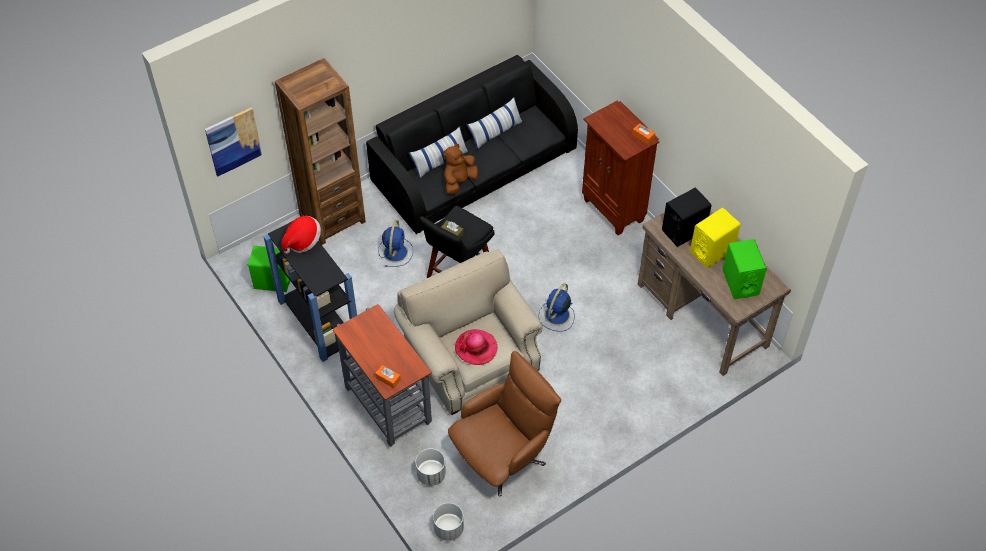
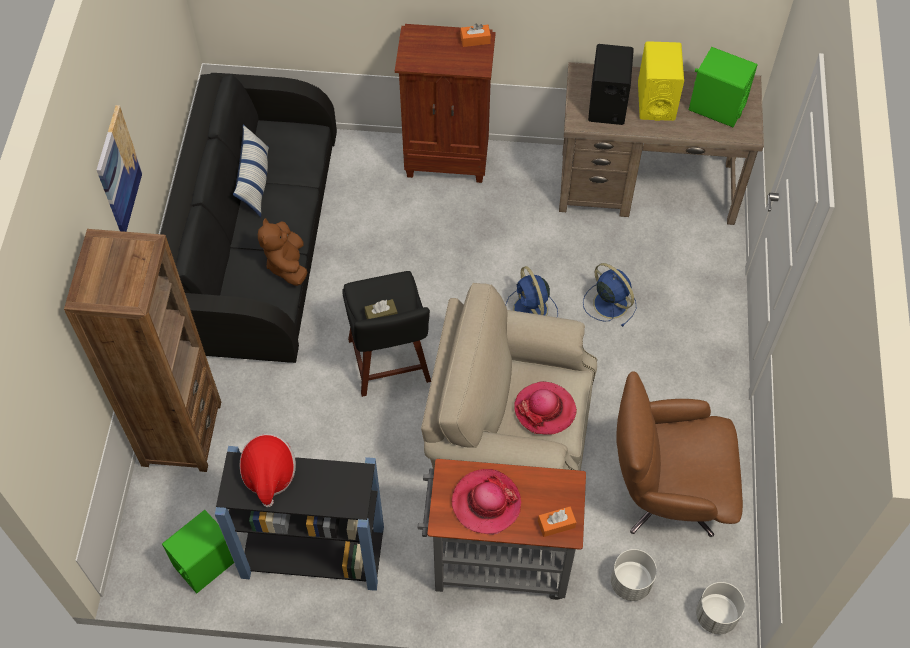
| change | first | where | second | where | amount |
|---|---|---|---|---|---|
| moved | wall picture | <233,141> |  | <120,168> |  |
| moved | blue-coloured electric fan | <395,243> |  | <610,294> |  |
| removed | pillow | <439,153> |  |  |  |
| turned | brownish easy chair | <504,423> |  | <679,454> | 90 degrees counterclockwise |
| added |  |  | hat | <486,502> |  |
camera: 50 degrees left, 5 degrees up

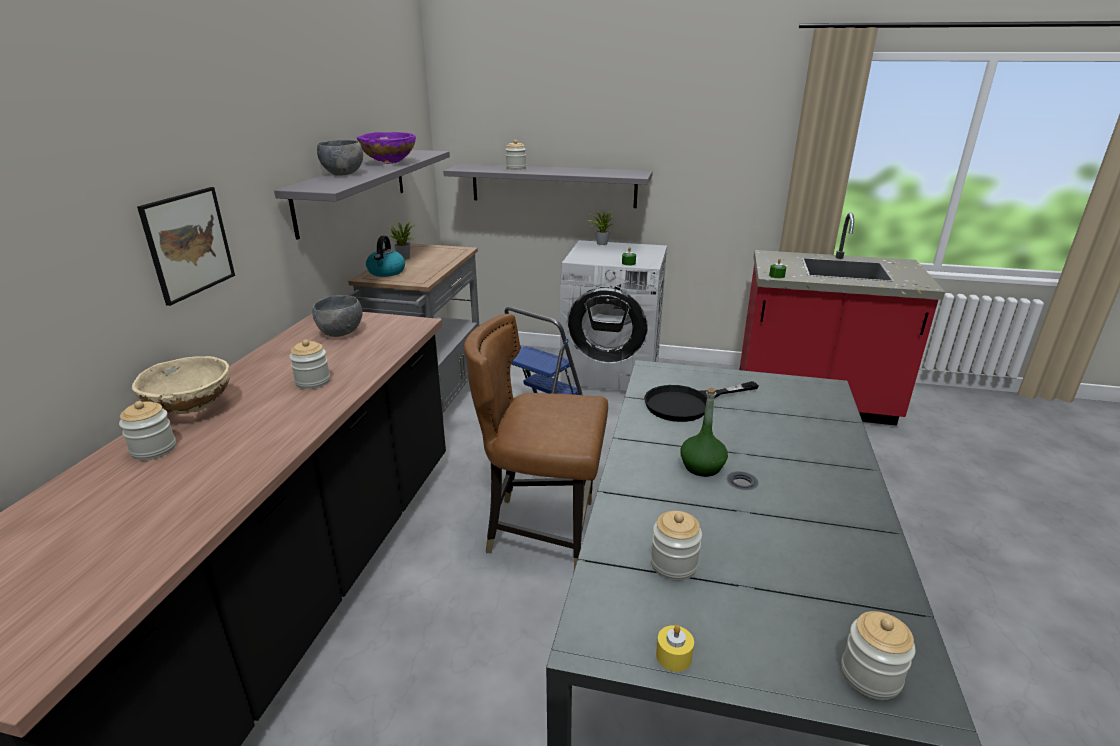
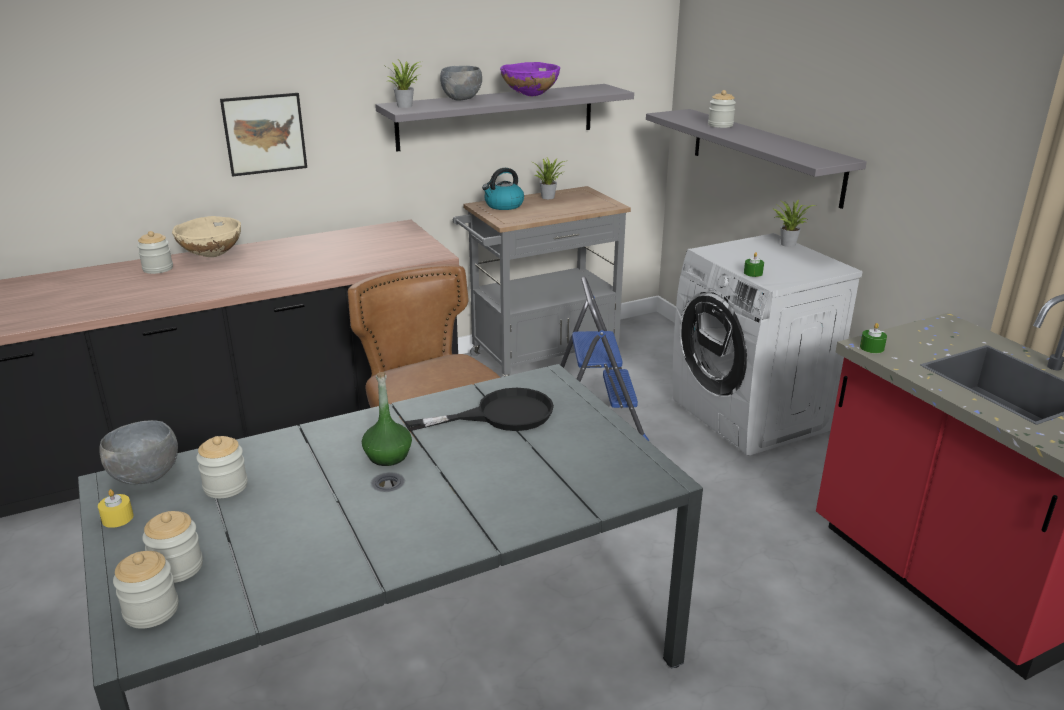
| change | first | where | second | where | amount |
|---|---|---|---|---|---|
| moved | storage jar | <309,364> |  | <172,547> |  |
| moved | grey bowl | <337,316> |  | <138,452> |  |
| turned | blackish skillet | <701,401> |  | <479,409> | 135 degrees clockwise |
| added |  |  | houseplant | <401,84> |  |
camera: 50 degrees right, 0 degrees up

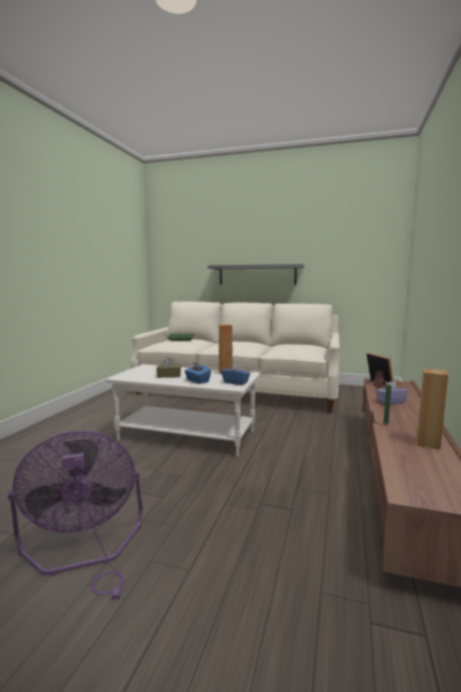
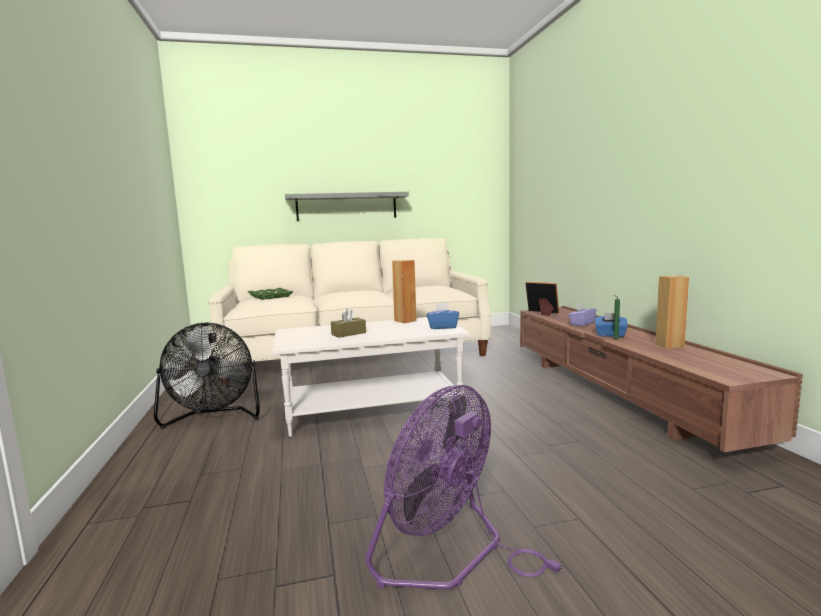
| change | first | where | second | where | amount |
|---|---|---|---|---|---|
| moved | blue-coloured box of tissues | <198,373> |  | <611,324> |  |
| added |  |  | blackish electric fan | <207,376> |  |
camera: 30 degrees left, 0 degrees up

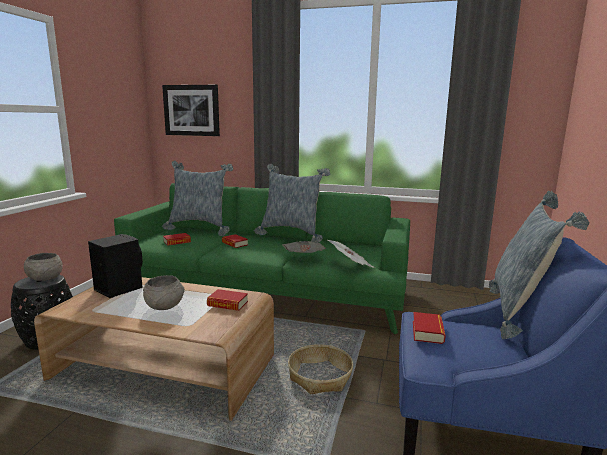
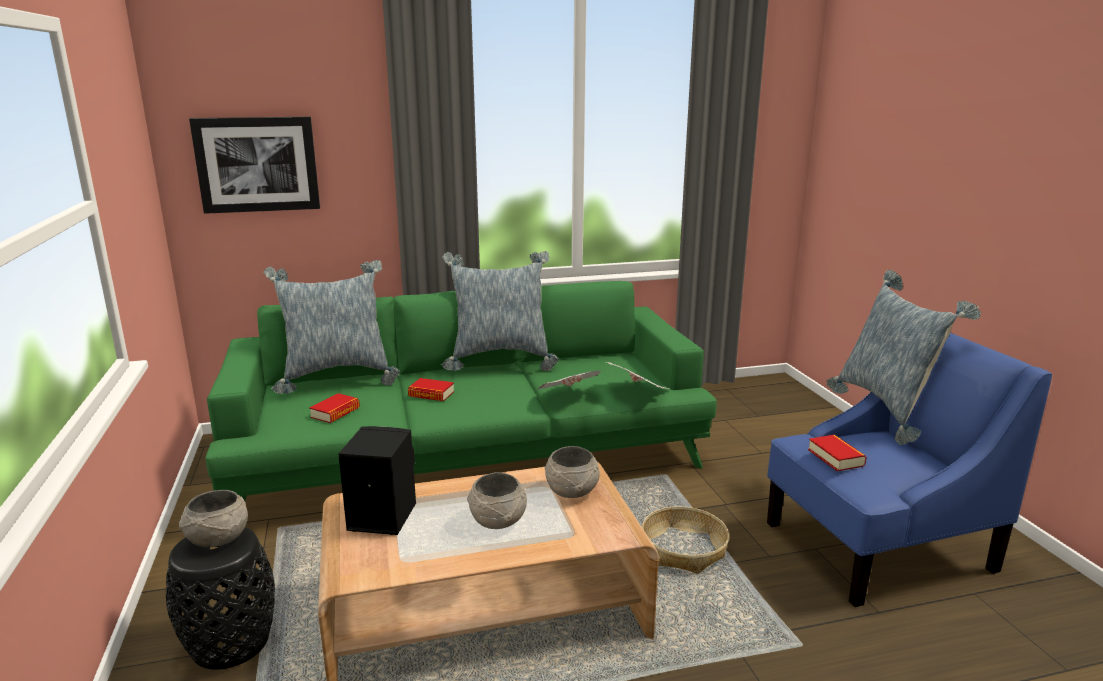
| change | first | where | second | where | amount |
|---|---|---|---|---|---|
| replaced | volume | <227,300> | grey bowl | <572,472> |  |
camera: 30 degrees left, 5 degrees up

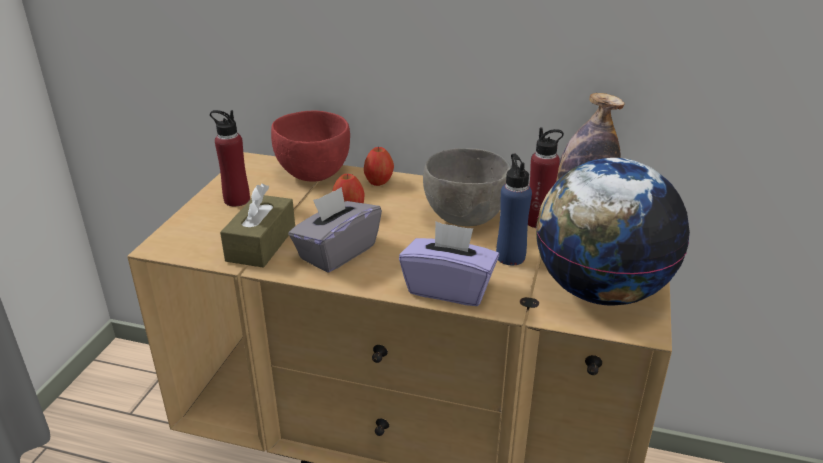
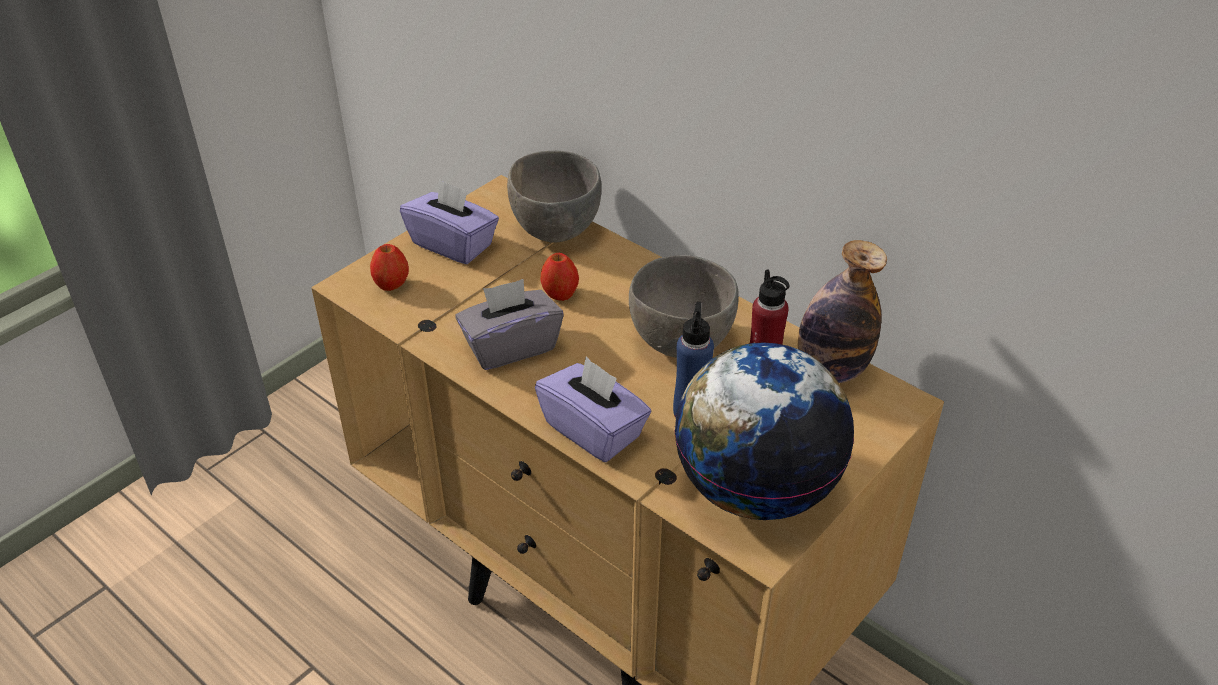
| change | first | where | second | where | amount |
|---|---|---|---|---|---|
| replaced | red beverage bottle | <230,158> | purple box of tissues | <449,221> |  |
| removed | brownish box of tissues | <257,225> |  |  |  |
| recoloured | red bowl | <310,146> | grey bowl | <554,197> |  |
| moved | apple | <379,166> |  | <389,267> |  |
camera: 25 degrees right, 10 degrees up

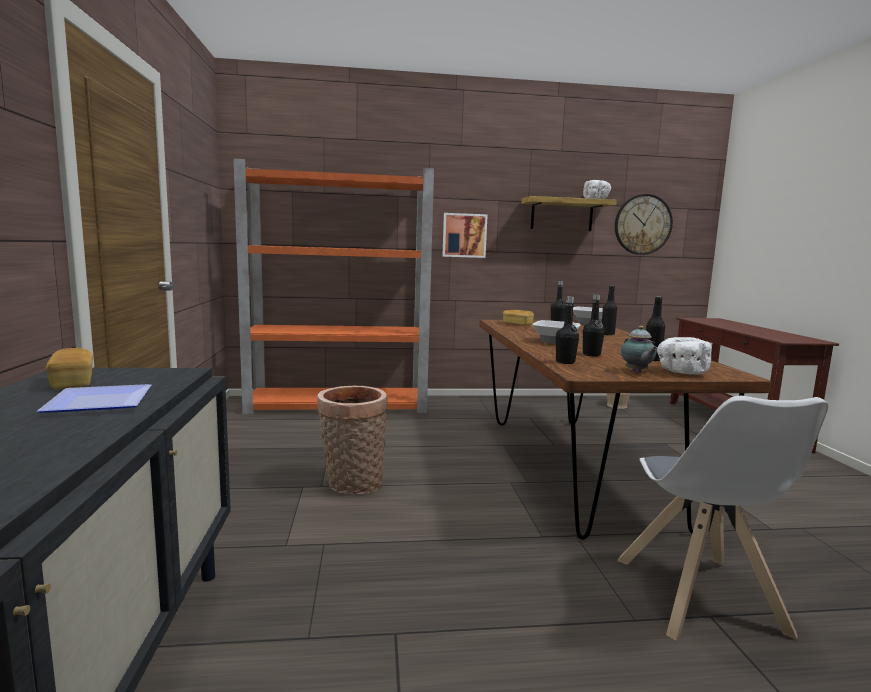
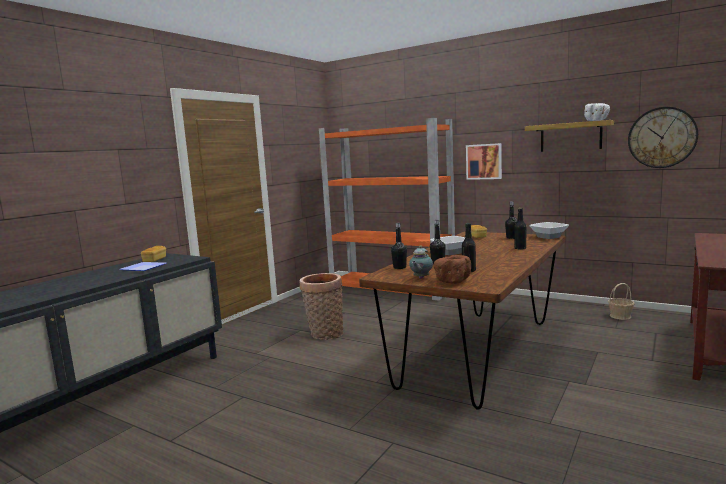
| change | first | where | second | where | amount |
|---|---|---|---|---|---|
| removed | plain chair | <722,518> |  |  |  |
| recoloured | whitish bowl | <684,355> | brownish bowl | <452,269> |  |
camera: 40 degrees right, 0 degrees up

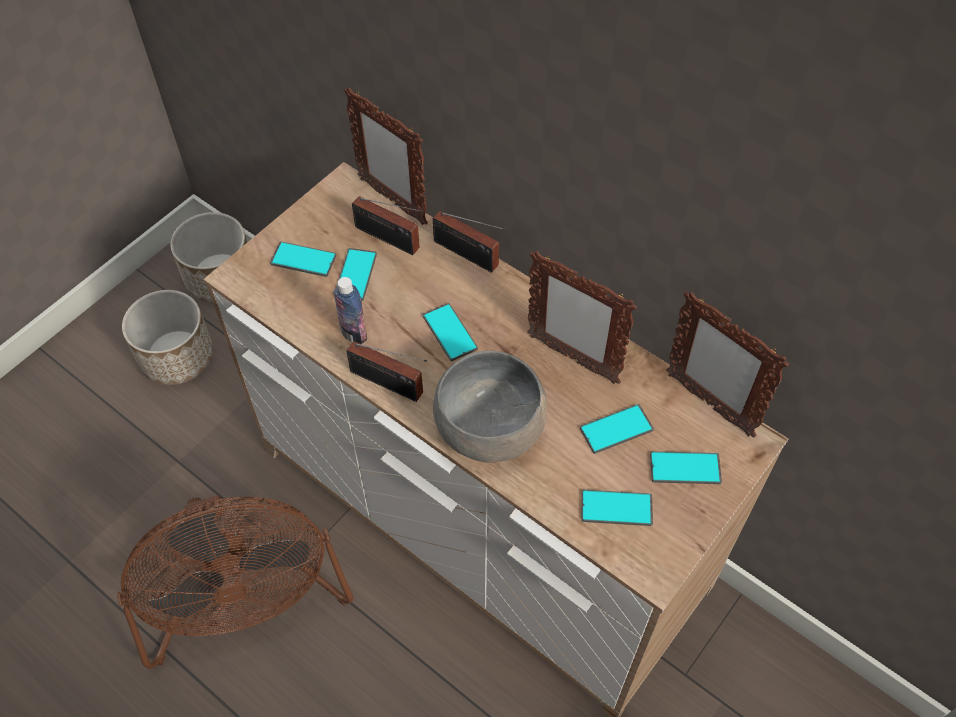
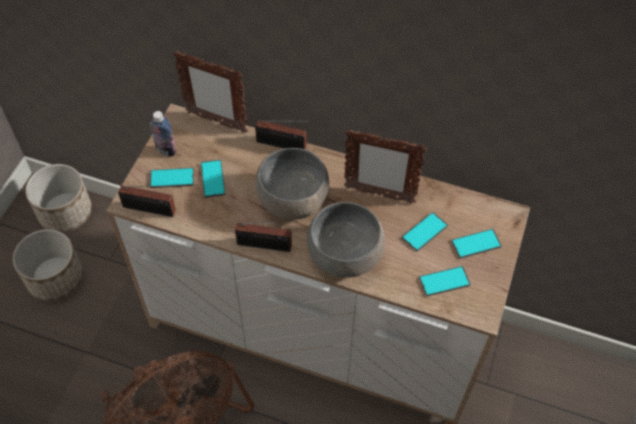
| change | first | where | second | where | amount |
|---|---|---|---|---|---|
| moved | beverage bottle | <350,310> |  | <163,134> |  |
| moved | radio | <387,225> |  | <147,201> |  |
| replaced | telephone | <450,332> | grey bowl | <292,184> |  |
| removed | photo frame | <727,365> |  |  |  |
camera: 20 degrees left, 0 degrees up

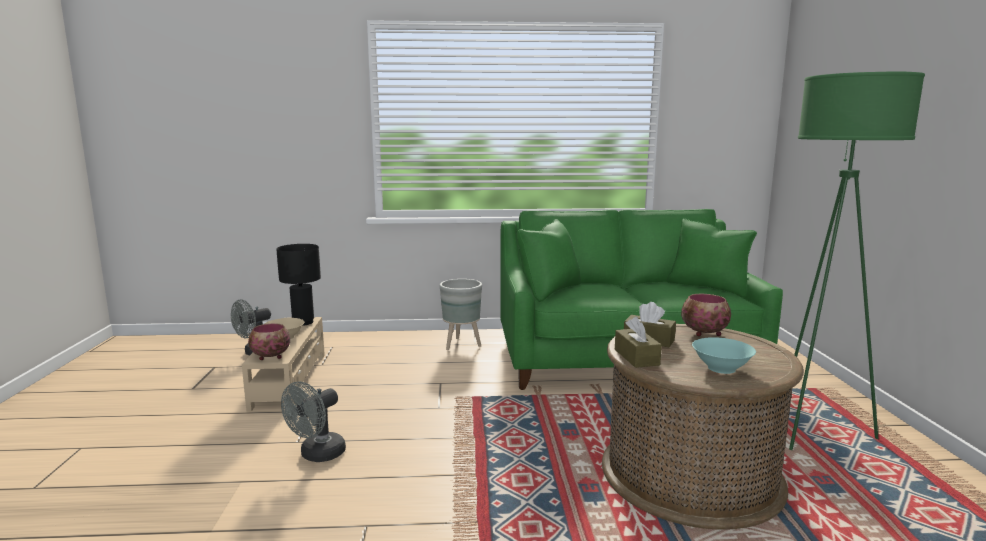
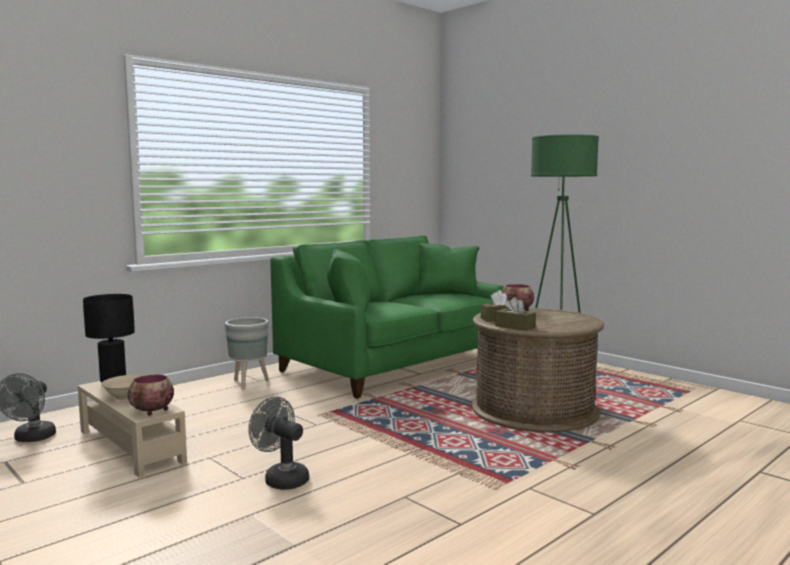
| change | first | where | second | where | amount |
|---|---|---|---|---|---|
| turned | grey electric fan | <313,421> |  | <278,443> | 135 degrees clockwise |
| removed | turquoise bowl | <724,355> |  |  |  |
camera: 40 degrees left, 5 degrees down

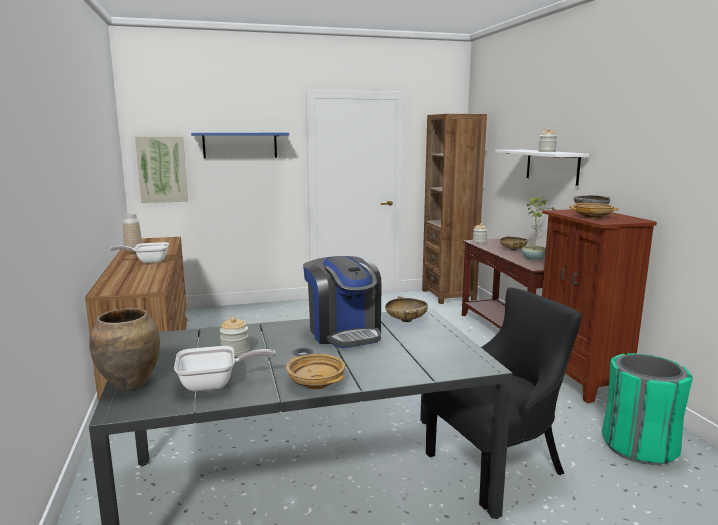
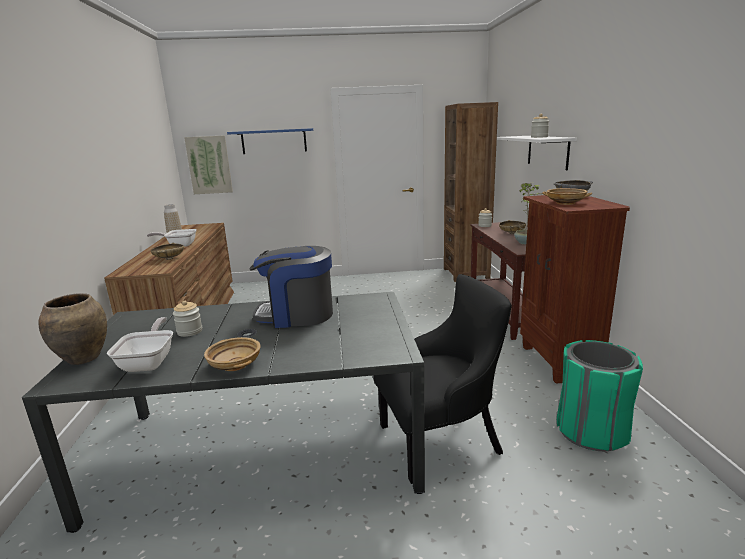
| change | first | where | second | where | amount |
|---|---|---|---|---|---|
| turned | skillet | <225,369> |  | <140,344> | 90 degrees counterclockwise |
| turned | coffee maker | <342,302> |  | <291,287> | 105 degrees clockwise |
| moved | beige-coloured bowl | <406,309> |  | <167,251> |  |
camera: 10 degrees right, 5 degrees up

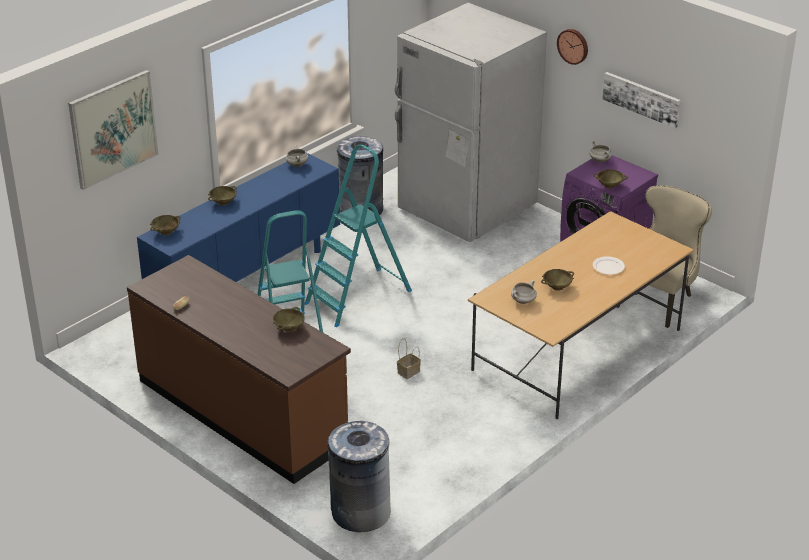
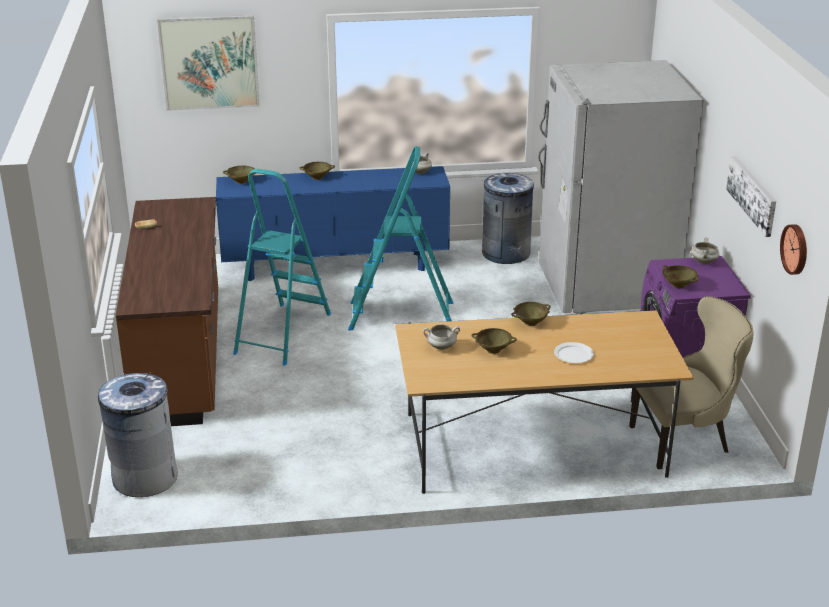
| change | first | where | second | where | amount |
|---|---|---|---|---|---|
| moved | beige-coloured bowl | <289,319> |  | <531,314> |  |
| removed | household basket | <409,358> |  |  |  |
| moved | clock on the wall | <572,47> |  | <793,249> |  |
camera: 40 degrees right, 5 degrees down

